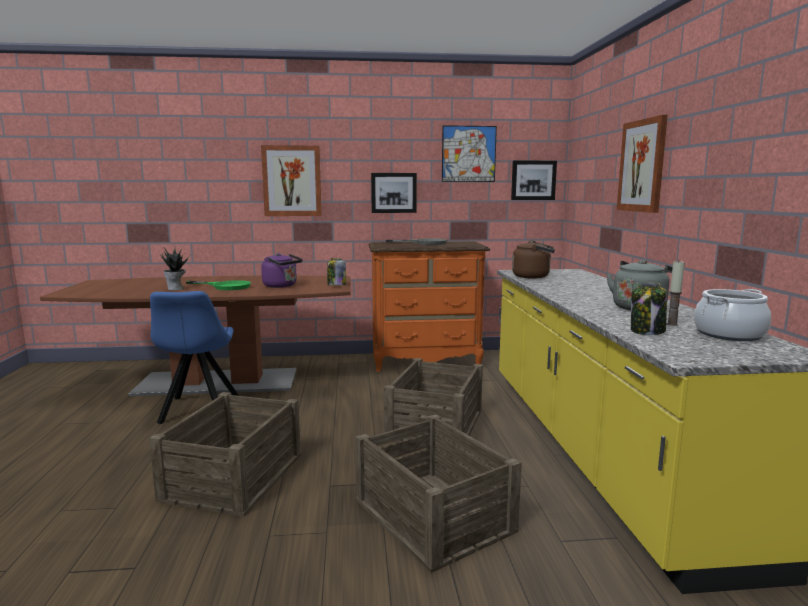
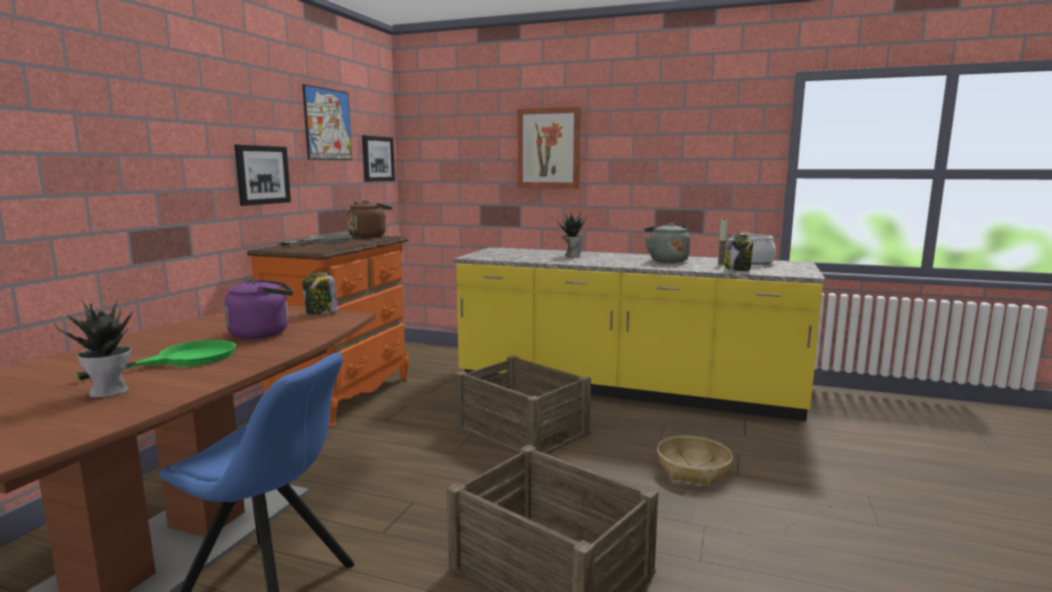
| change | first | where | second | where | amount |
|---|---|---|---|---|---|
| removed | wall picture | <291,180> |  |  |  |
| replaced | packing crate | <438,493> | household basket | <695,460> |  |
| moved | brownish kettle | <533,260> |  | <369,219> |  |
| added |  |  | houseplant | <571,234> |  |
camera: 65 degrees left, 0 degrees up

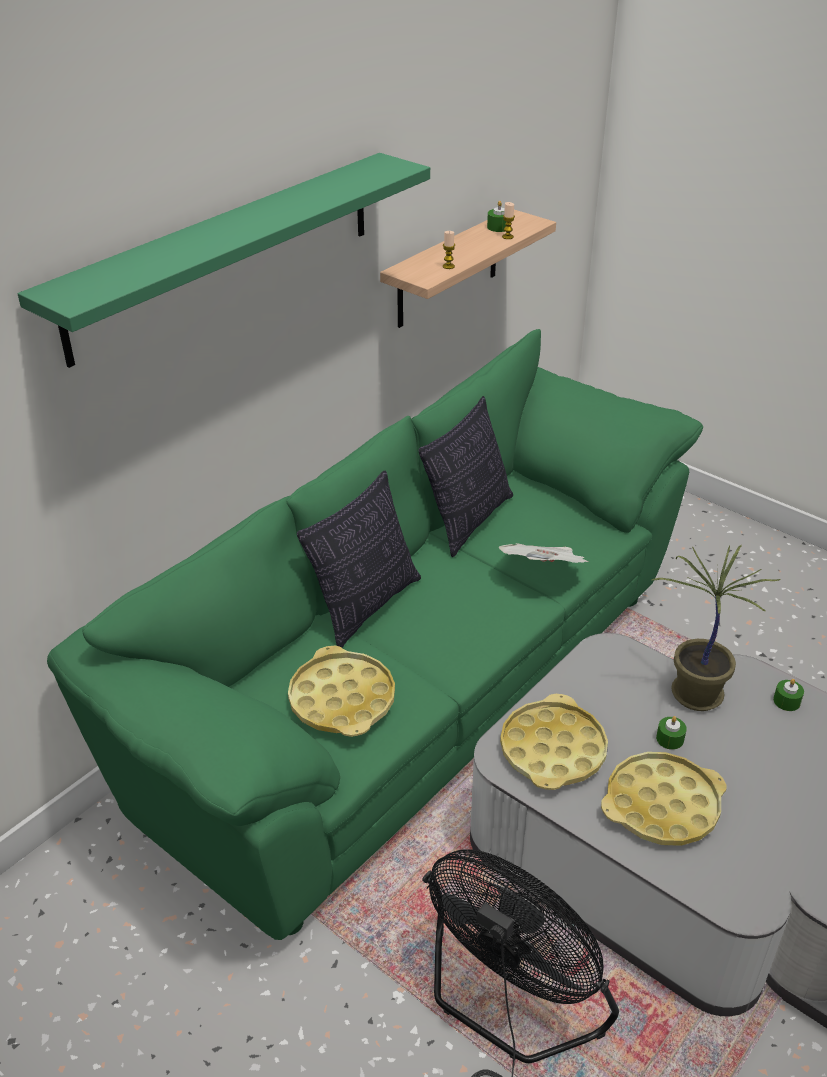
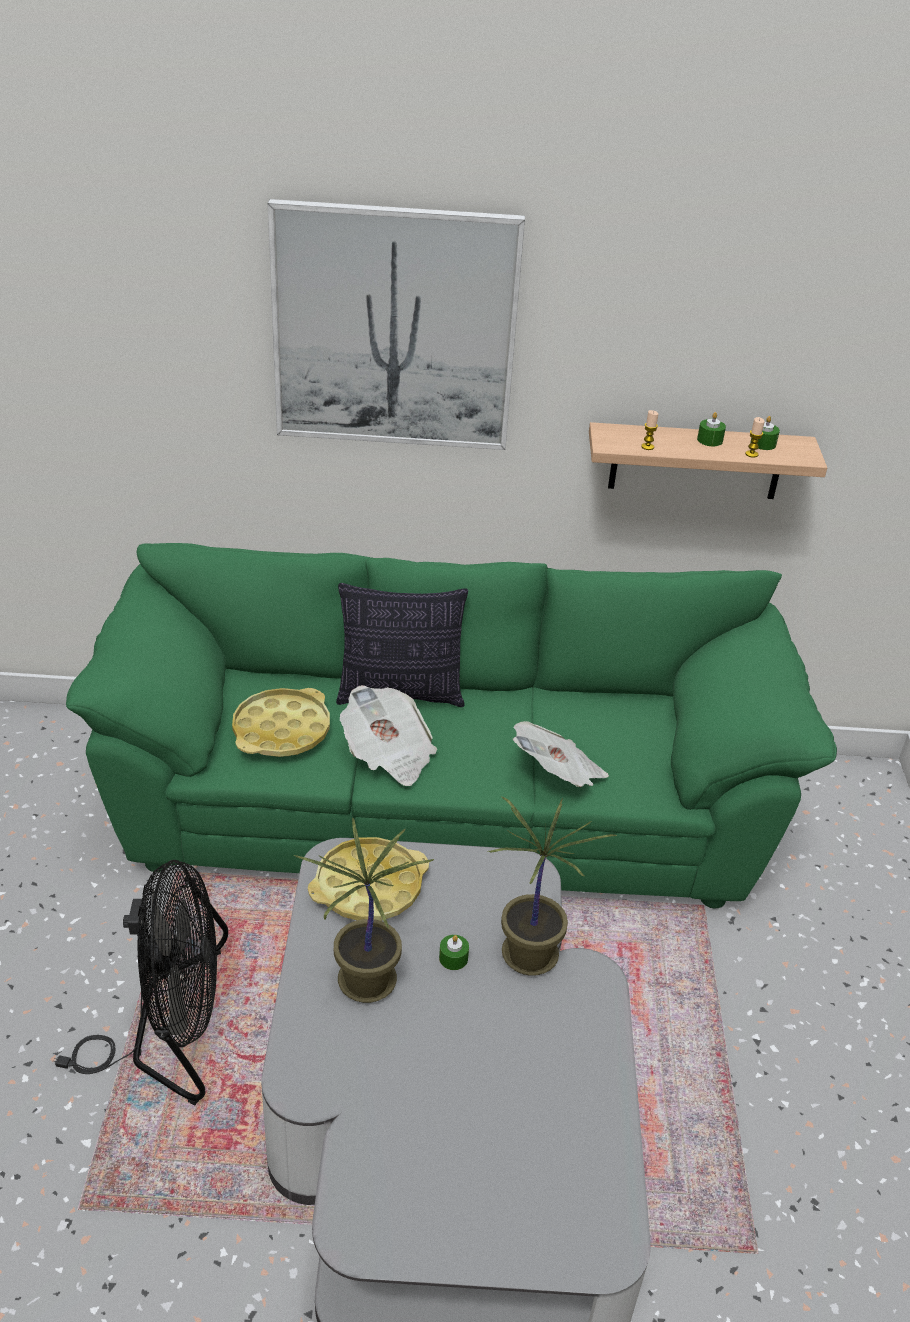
| change | first | where | second | where | amount |
|---|---|---|---|---|---|
| replaced | green-coloured bracket shelf | <224,260> | wall picture | <396,324> |  |
| removed | pillow | <465,476> |  |  |  |
| replaced | yellowish serving tray | <663,799> | houseplant | <364,910> |  |
| moved | green-coloured wax candle | <788,695> |  | <711,429> |  |
| added |  |  | daily paper | <388,735> |  |
camera: 50 degrees right, 0 degrees up

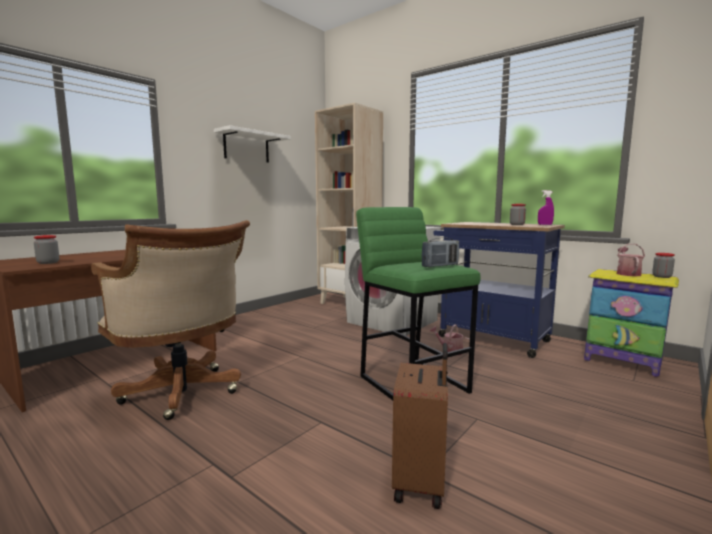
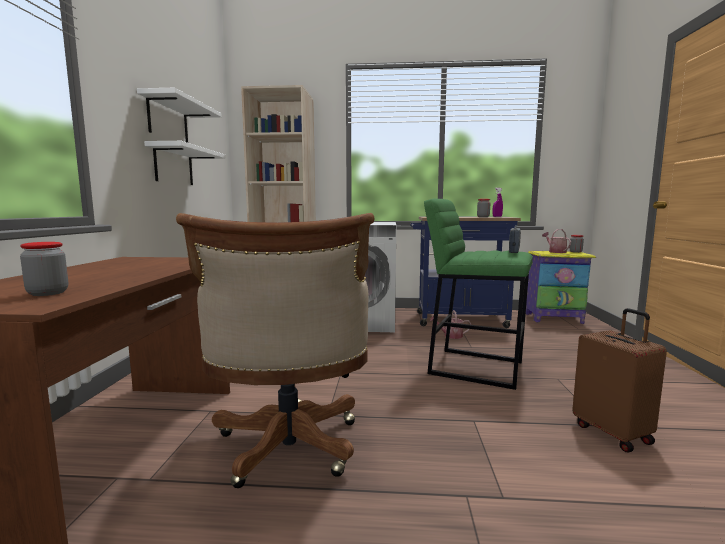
| change | first | where | second | where | amount |
|---|---|---|---|---|---|
| turned | desk chair | <170,320> |  | <275,350> | 75 degrees clockwise |
| added |  |  | whitish bracket shelf | <184,163> |  |
camera: 35 degrees left, 0 degrees up

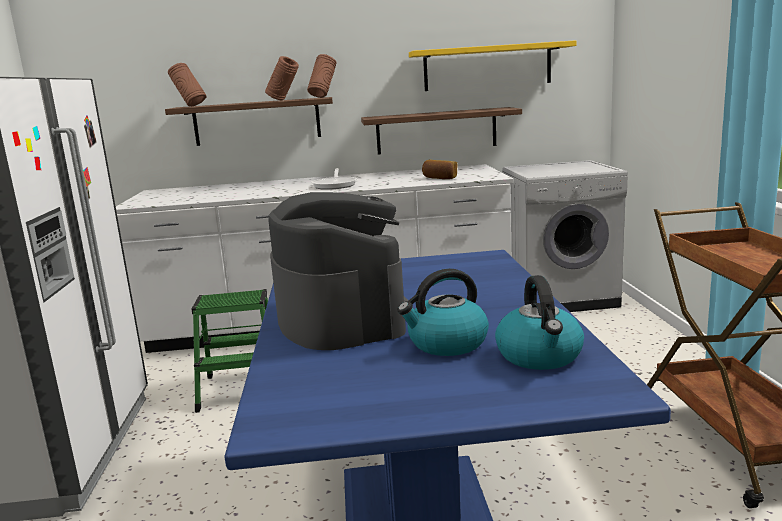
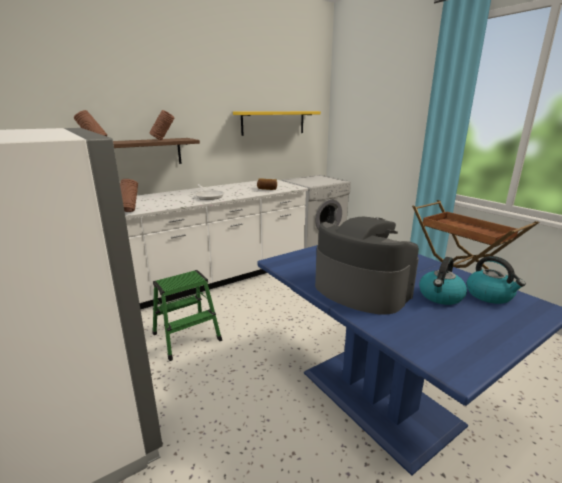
| change | first | where | second | where | amount |
|---|---|---|---|---|---|
| moved | brownish flower vase | <322,76> |  | <129,195> |  |
| removed | bracket shelf | <441,131> |  |  |  |
camera: 30 degrees left, 5 degrees up

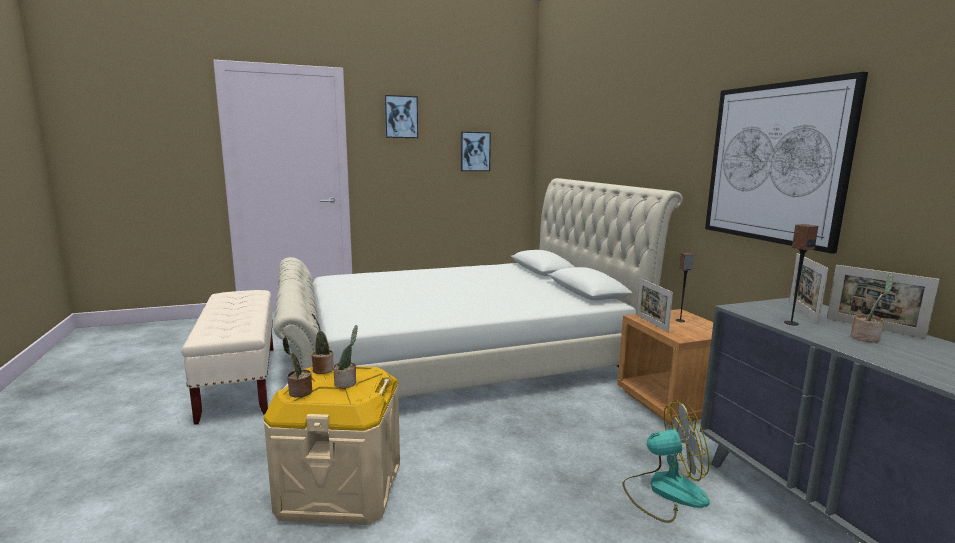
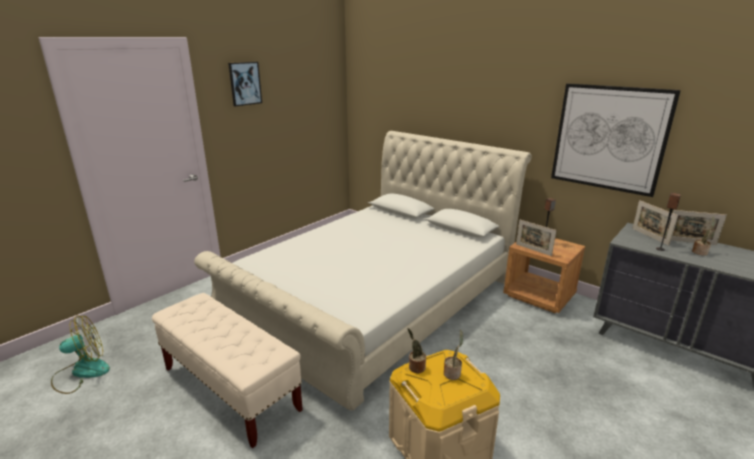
| change | first | where | second | where | amount |
|---|---|---|---|---|---|
| removed | houseplant | <297,367> |  |  |  |
| removed | wall picture | <476,151> |  |  |  |
| moved | electric fan | <666,461> |  | <80,355> |  |
camera: 30 degrees left, 10 degrees up

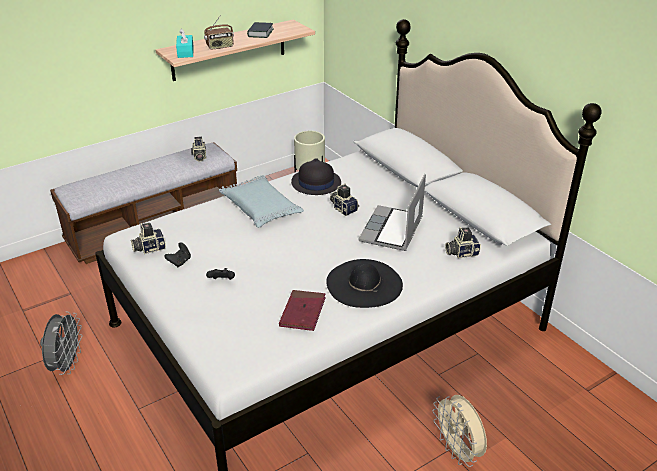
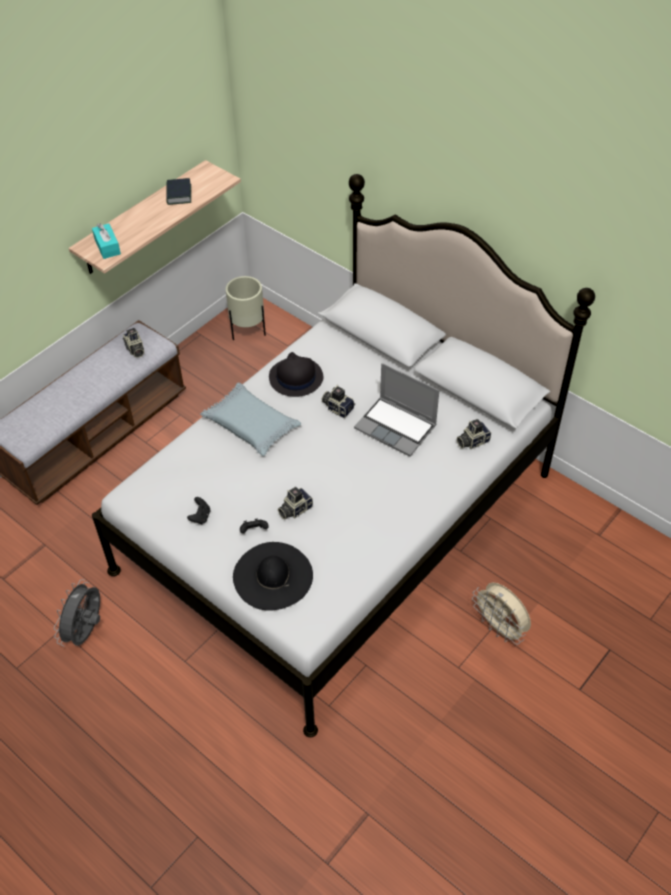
| change | first | where | second | where | amount |
|---|---|---|---|---|---|
| turned | grey electric fan | <61,343> |  | <76,612> | 150 degrees counterclockwise |
| moved | still camera | <148,238> |  | <295,503> |  |
| removed | radio | <219,32> |  |  |  |
| removed | red volume | <302,310> |  |  |  |
| moved | blackish hat | <364,283> |  | <273,576> |  |
| turned | notebook computer | <392,212> |  | <396,410> | 60 degrees counterclockwise |
camera: 15 degrees left, 15 degrees up

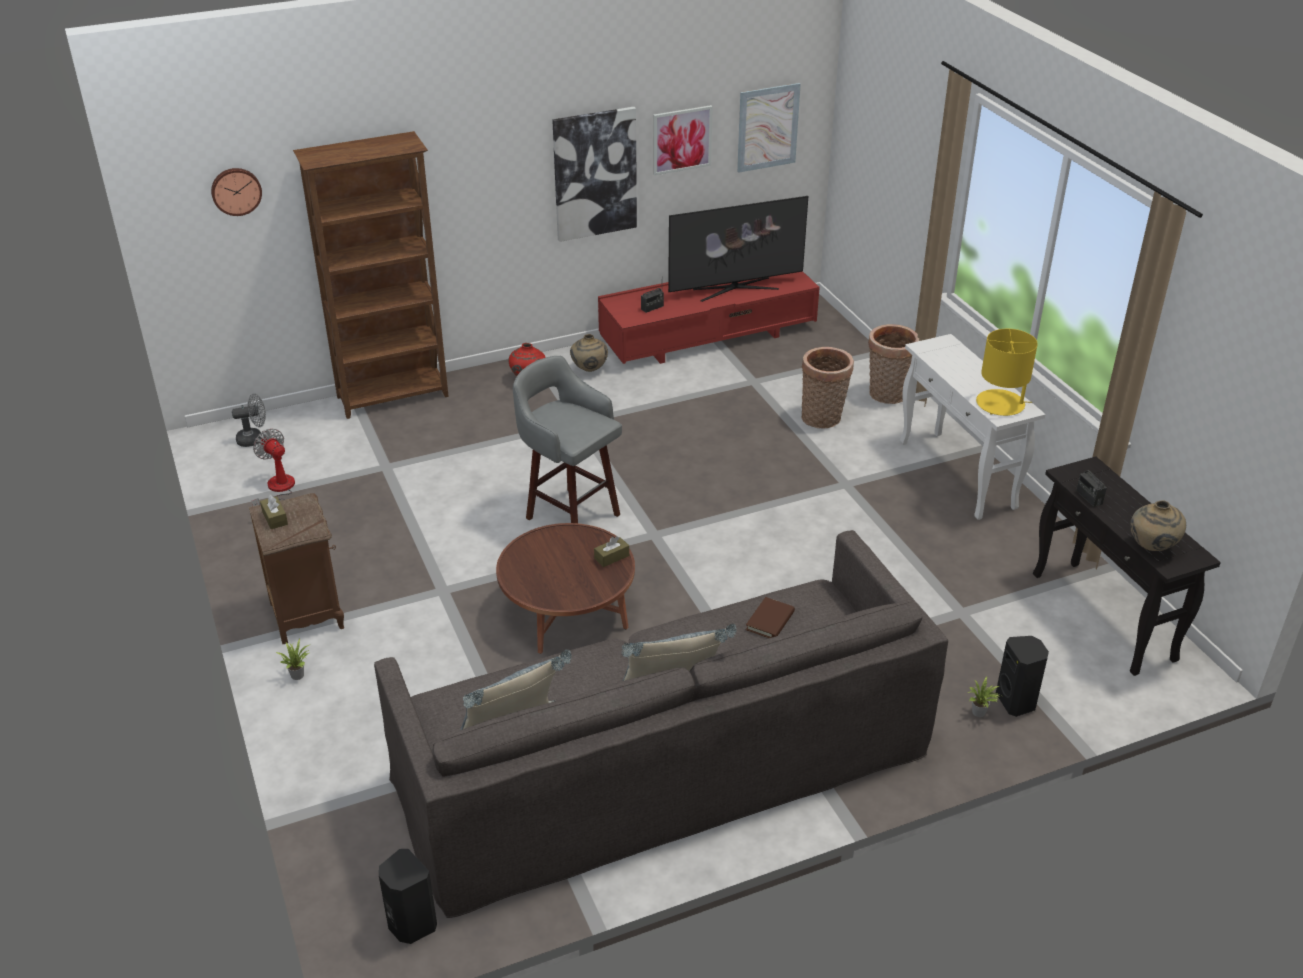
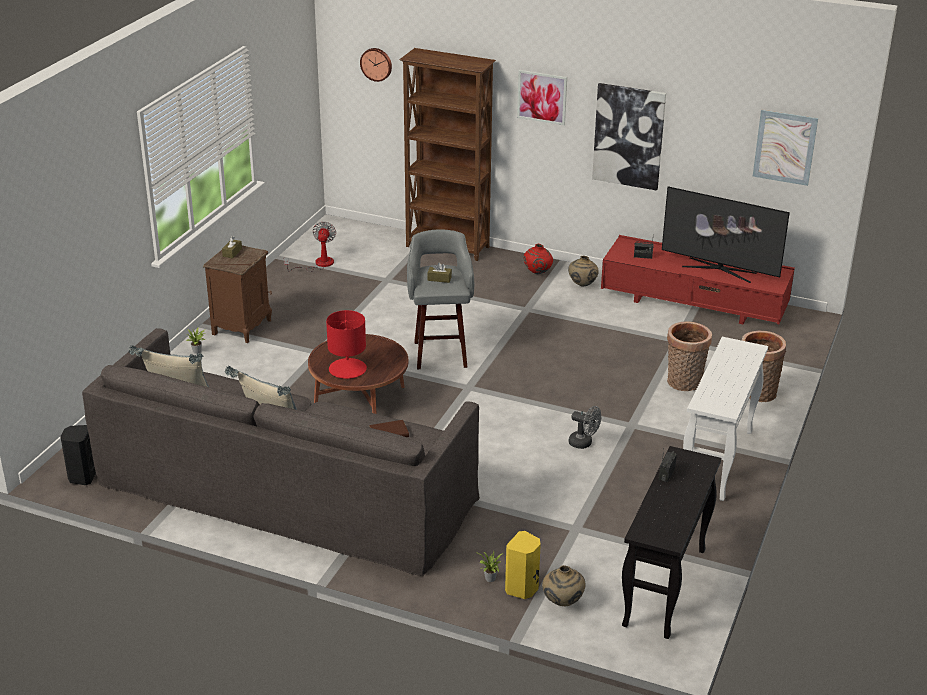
| change | first | where | second | where | amount |
|---|---|---|---|---|---|
| moved | grey electric fan | <249,420> |  | <585,427> |  |
| moved | brownish box of tissues | <611,551> |  | <439,273> |  |
| moved | wall picture | <683,140> |  | <542,97> |  |
| removed | yellowish lamp for a table | <1007,372> |  |  |  |
| recoloured | blackish loudspeaker | <1022,676> | yellowish loudspeaker | <523,565> |  |
| moved | beige-coloured flower vase | <1158,525> |  | <563,585> |  |
| added |  |  | red lamp for a table | <346,344> |  |
camera: 45 degrees right, 5 degrees down

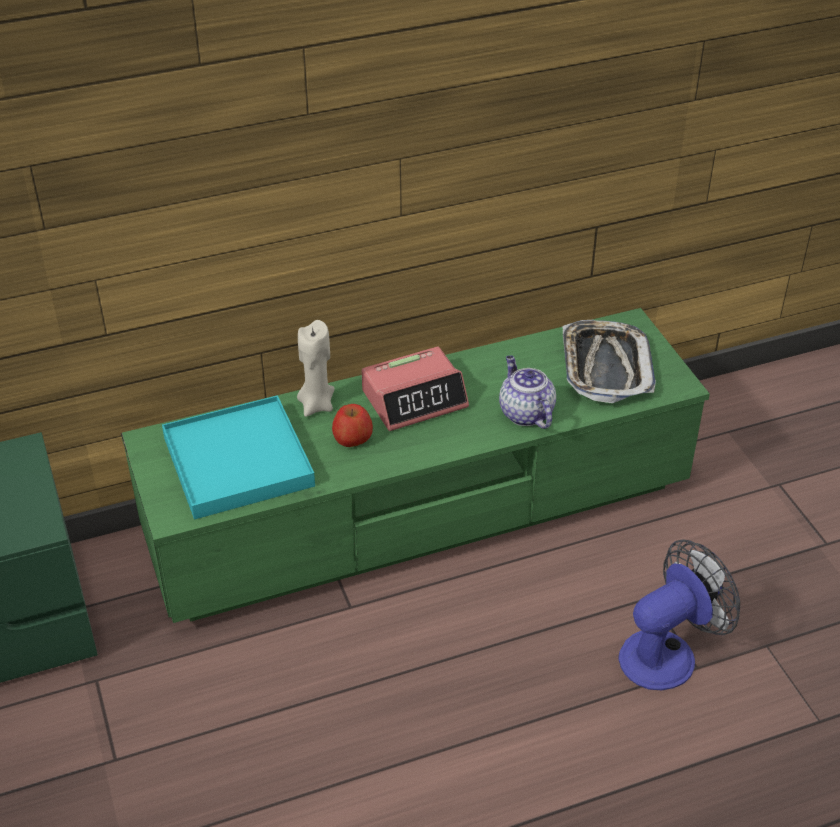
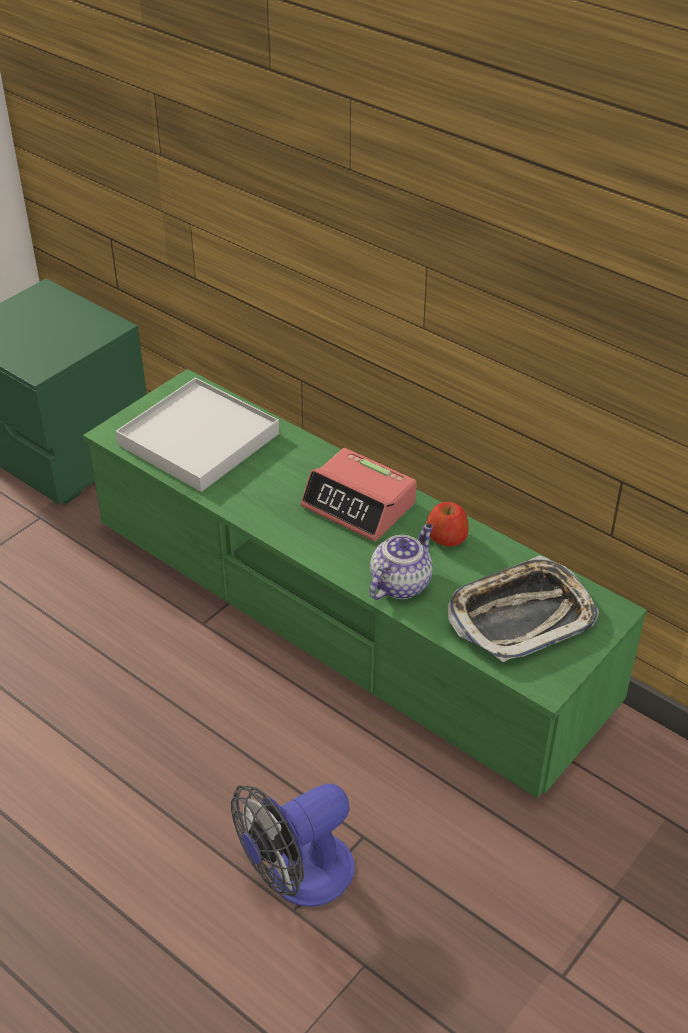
| change | first | where | second | where | amount |
|---|---|---|---|---|---|
| recoloured | turquoise serving tray | <238,457> | whitish serving tray | <197,434> |  |
| removed | beige-coloured wax candle | <315,368> |  |  |  |
| moved | apple | <352,425> |  | <447,524> |  |
| turned | electric fan | <679,614> |  | <293,845> | 120 degrees clockwise |
camera: 60 degrees right, 0 degrees up

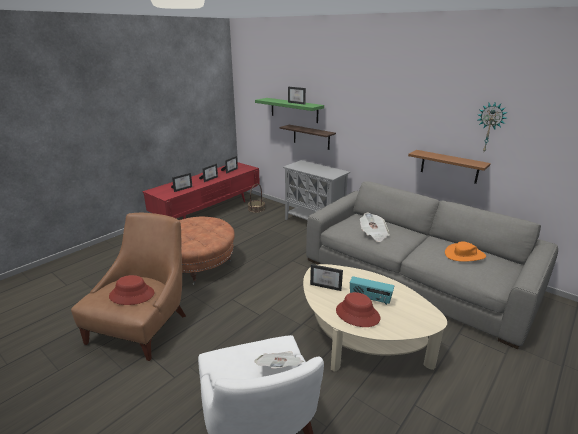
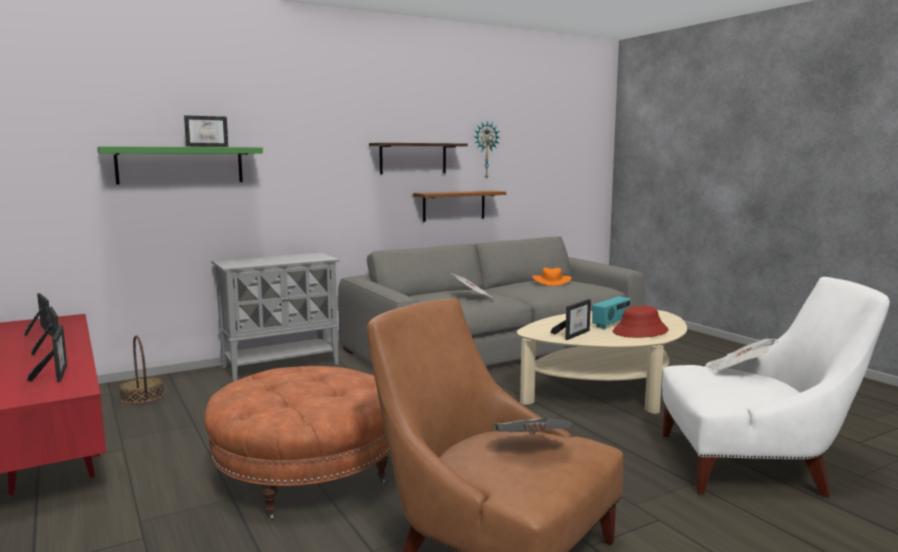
| change | first | where | second | where | amount |
|---|---|---|---|---|---|
| replaced | red hat | <131,290> | daily paper | <533,426> |  |
| moved | bracket shelf | <308,137> |  | <418,158> |  |
camera: 70 degrees left, 15 degrees down

